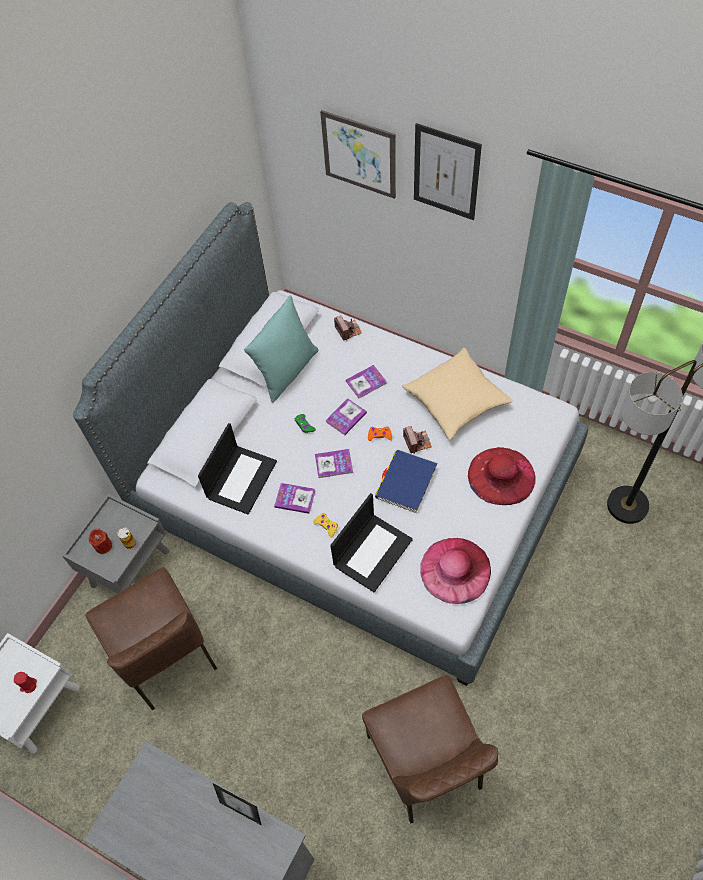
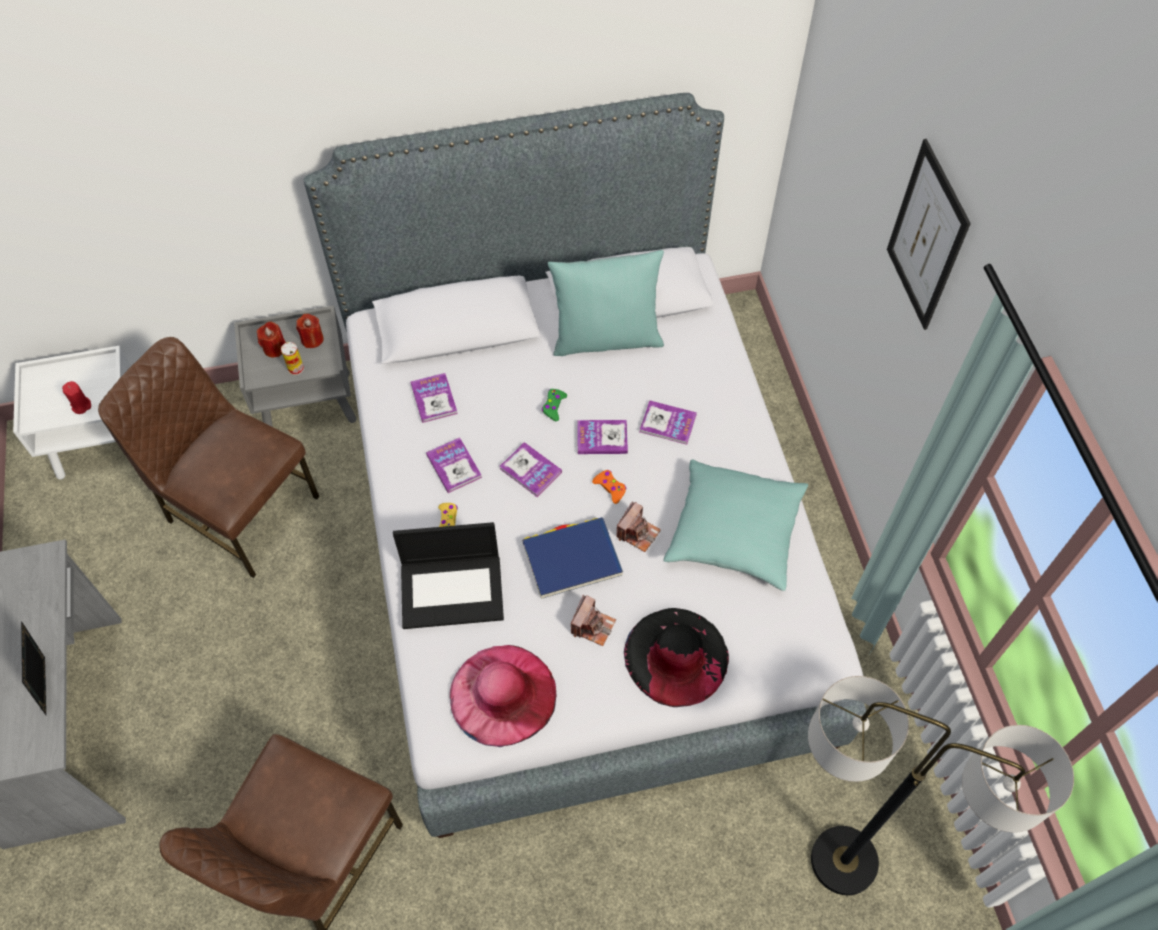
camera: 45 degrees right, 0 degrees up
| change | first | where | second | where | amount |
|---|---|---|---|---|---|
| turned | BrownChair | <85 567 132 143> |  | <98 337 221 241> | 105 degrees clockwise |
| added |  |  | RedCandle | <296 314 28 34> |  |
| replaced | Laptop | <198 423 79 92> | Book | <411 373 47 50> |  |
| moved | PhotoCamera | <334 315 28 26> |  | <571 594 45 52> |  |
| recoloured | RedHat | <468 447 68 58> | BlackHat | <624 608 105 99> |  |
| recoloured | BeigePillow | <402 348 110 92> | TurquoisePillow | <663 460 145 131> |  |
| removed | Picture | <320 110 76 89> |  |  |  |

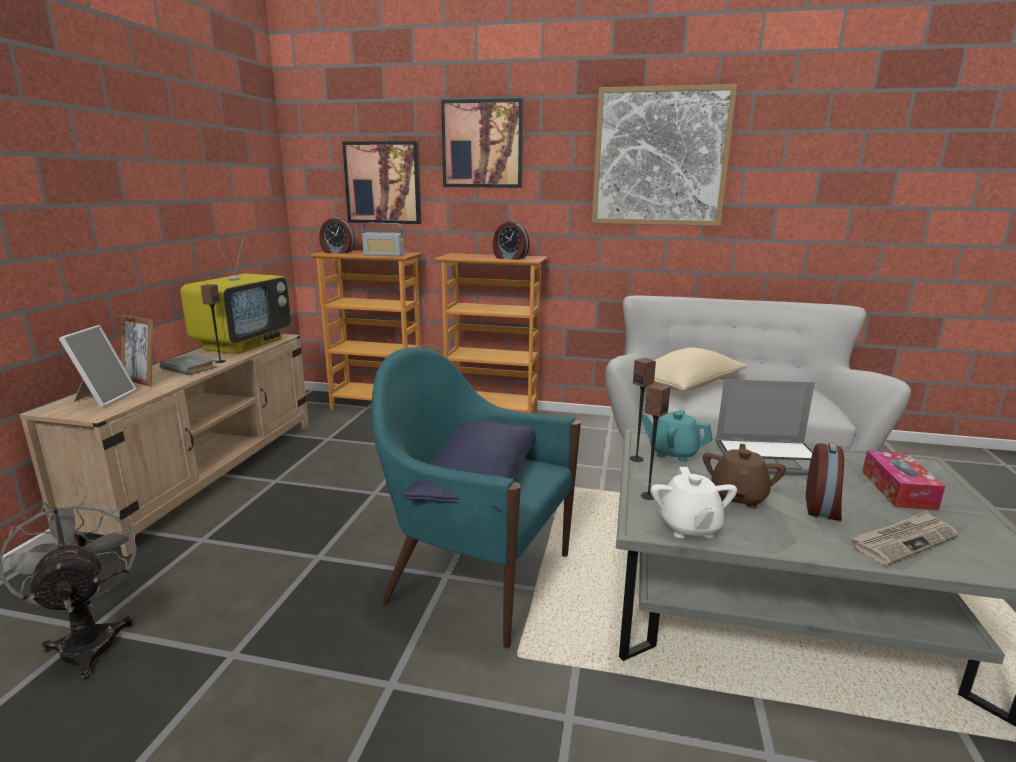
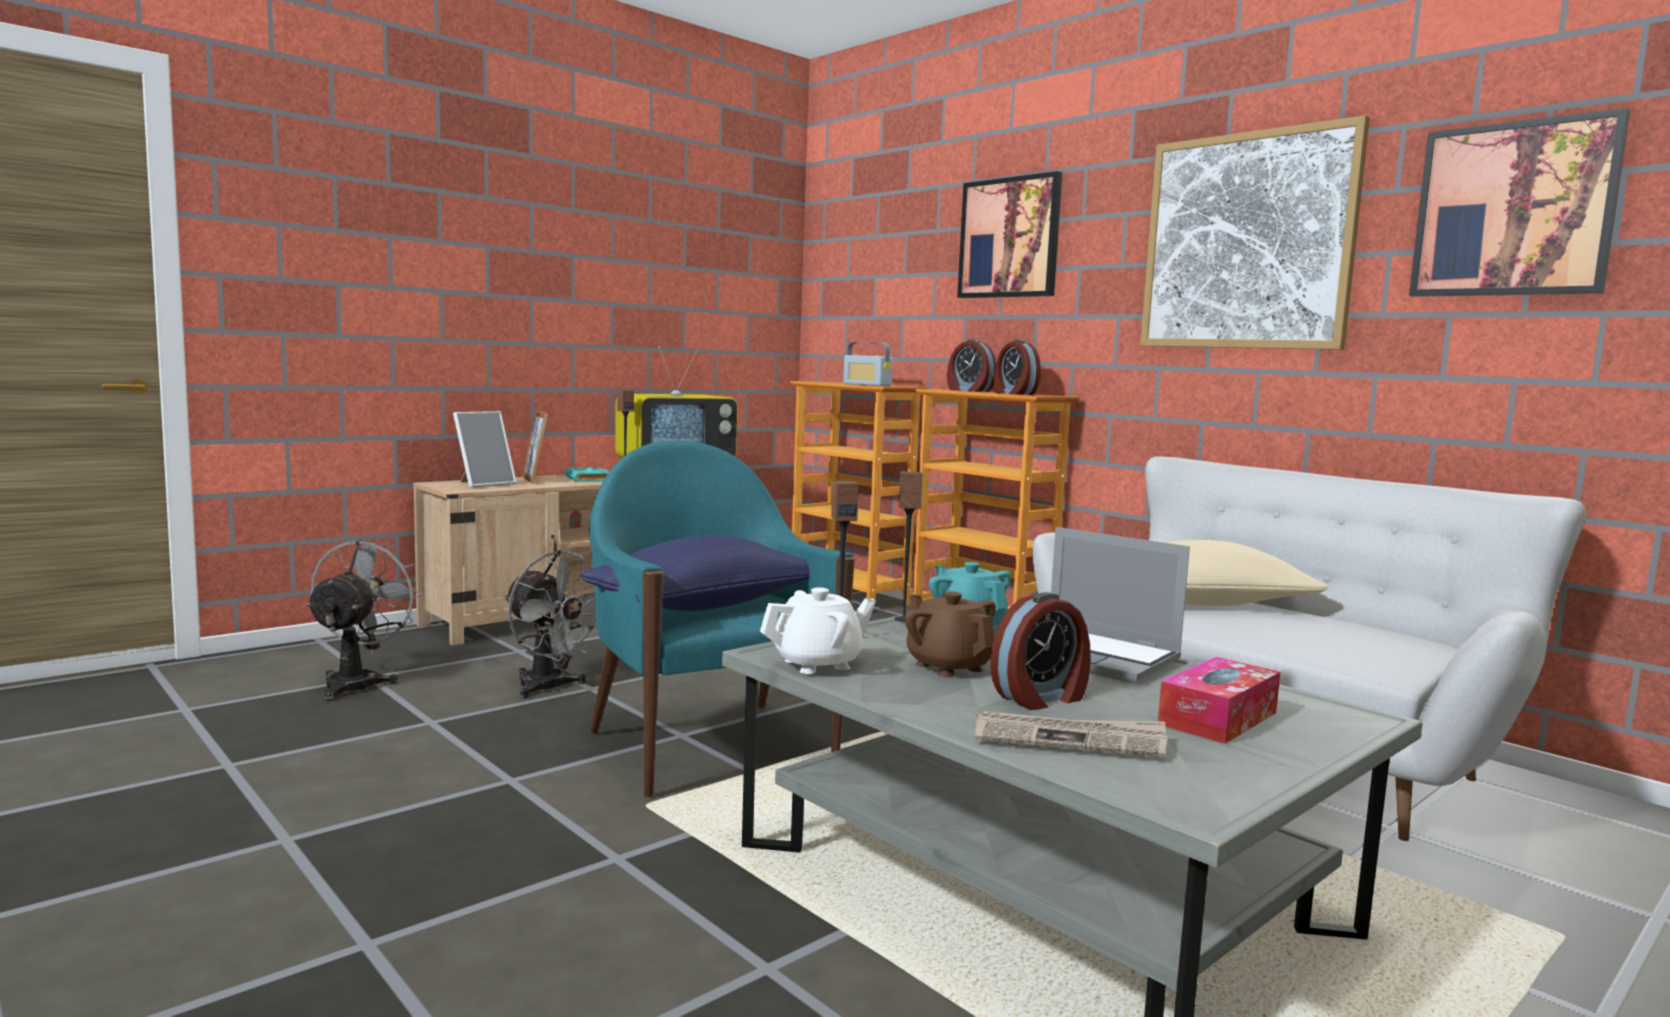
camera: 35 degrees right, 10 degrees down
| change | first | where | second | where | amount |
|---|---|---|---|---|---|
| added |  |  | GreyFan | <504 550 93 149> |  |
| recoloured | GreyBook | <159 355 58 20> | TurquoiseBook | <565 467 44 15> |  |
| turned | WhiteTeapot | <651 467 86 71> |  | <760 587 116 87> | 150 degrees counterclockwise |
| turned | BrownTeapot | <703 444 83 65> |  | <905 591 91 86> | 90 degrees counterclockwise |
| moved | AlarmClock | <319 217 36 36> |  | <947 339 49 53> |  |
| moved | Picture | <342 141 79 83> |  | <1409 108 221 189> |  |

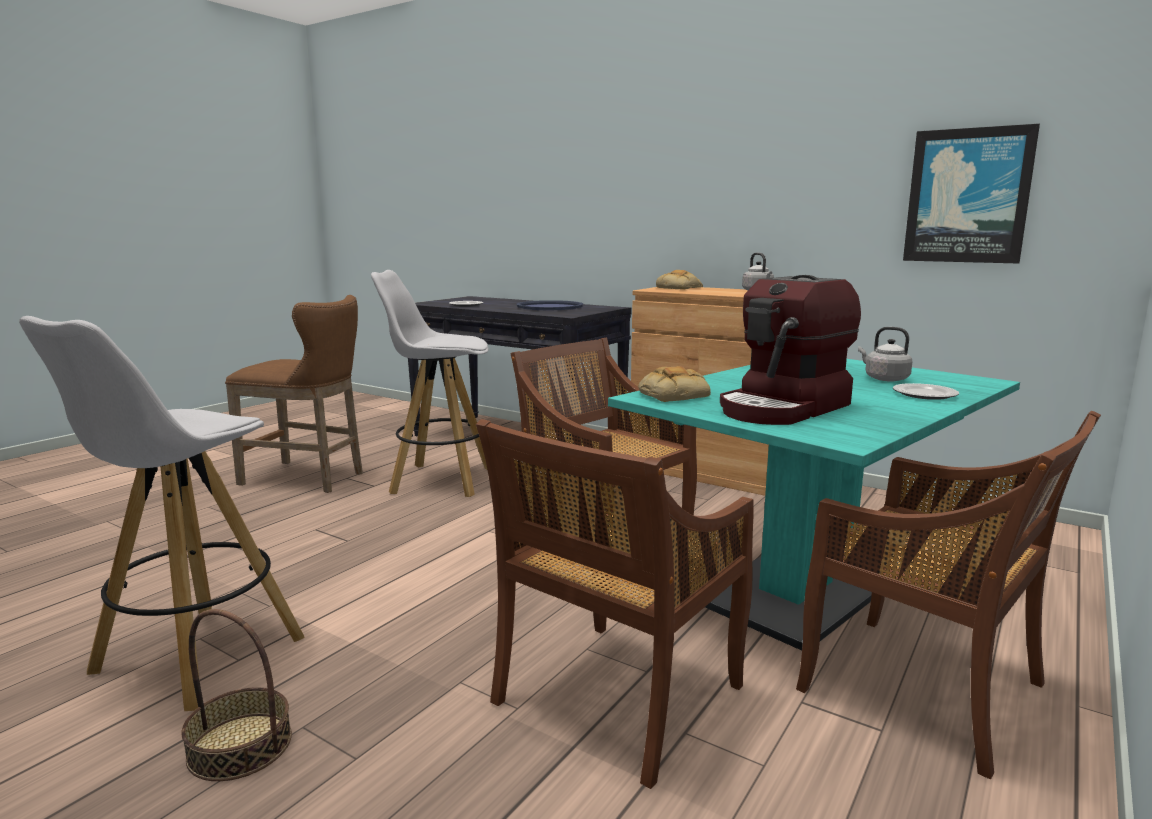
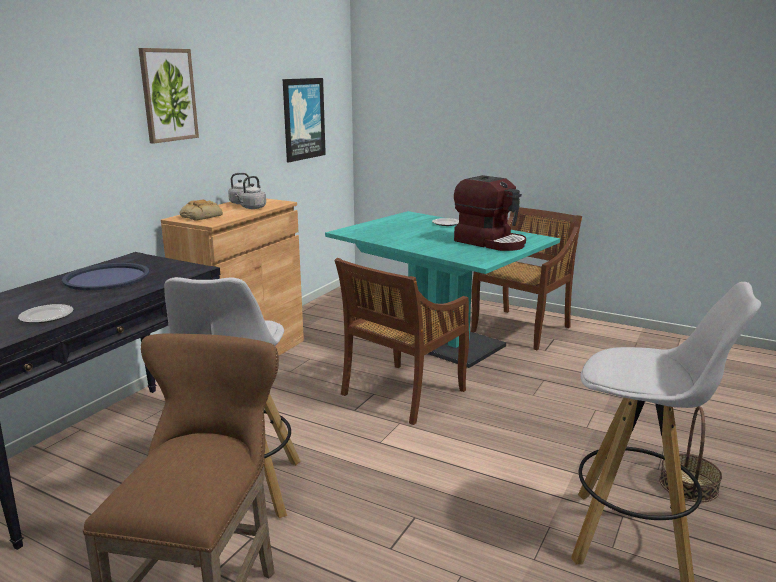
camera: 95 degrees left, 5 degrees up
| change | first | where | second | where | amount |
|---|---|---|---|---|---|
| added |  |  | Picture | <139 48 60 96> |  |
| moved | GreyKettle | <858 327 55 55> |  | <234 176 32 33> |  |
| removed | BrownChair | <476 419 278 370> |  |  |  |
| removed | Bread | <638 366 73 36> |  |  |  |

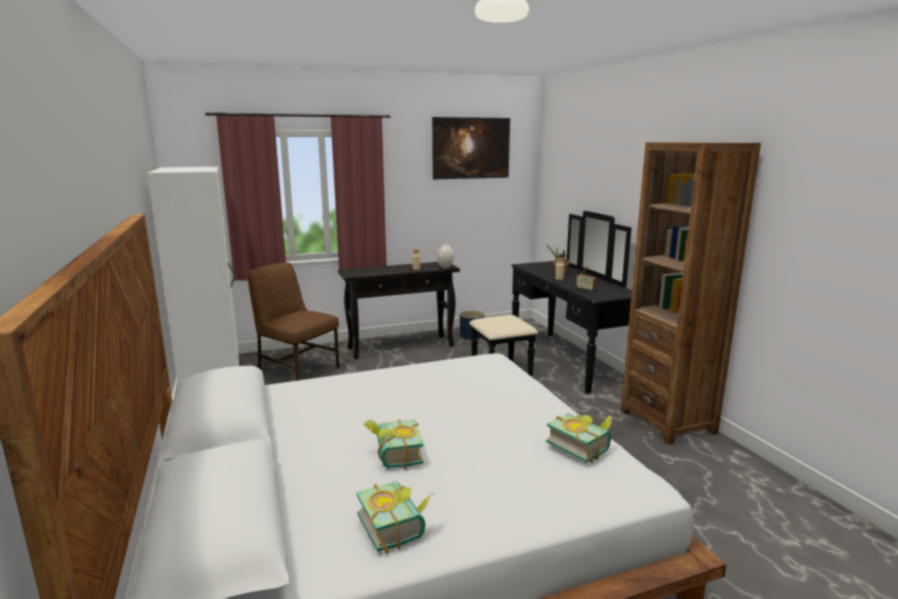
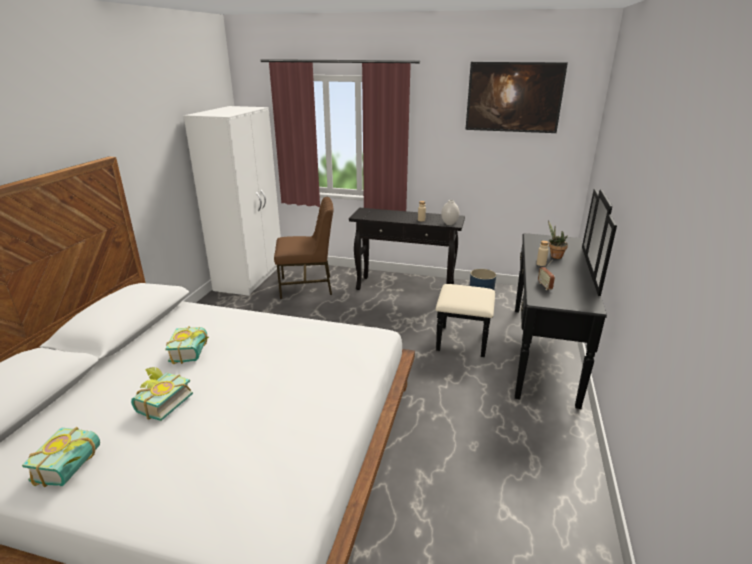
camera: 35 degrees right, 10 degrees up
| change | first | where | second | where | amount |
|---|---|---|---|---|---|
| moved | Book | <546 413 66 50> |  | <165 326 44 38> |  |
| turned | BrownChair | <248 262 92 119> |  | <274 197 60 102> | 105 degrees clockwise |
| removed | BrownBookcase | <621 142 140 303> |  |  |  |

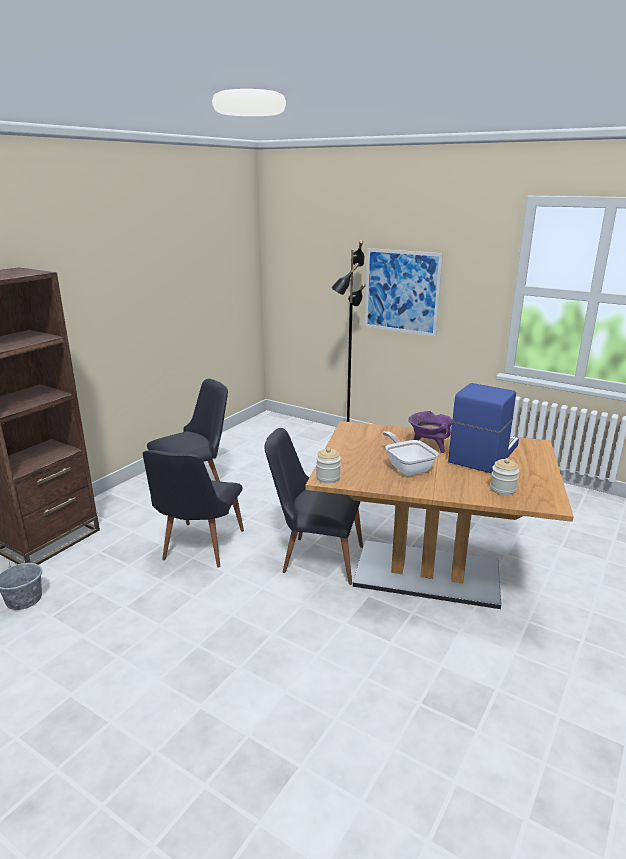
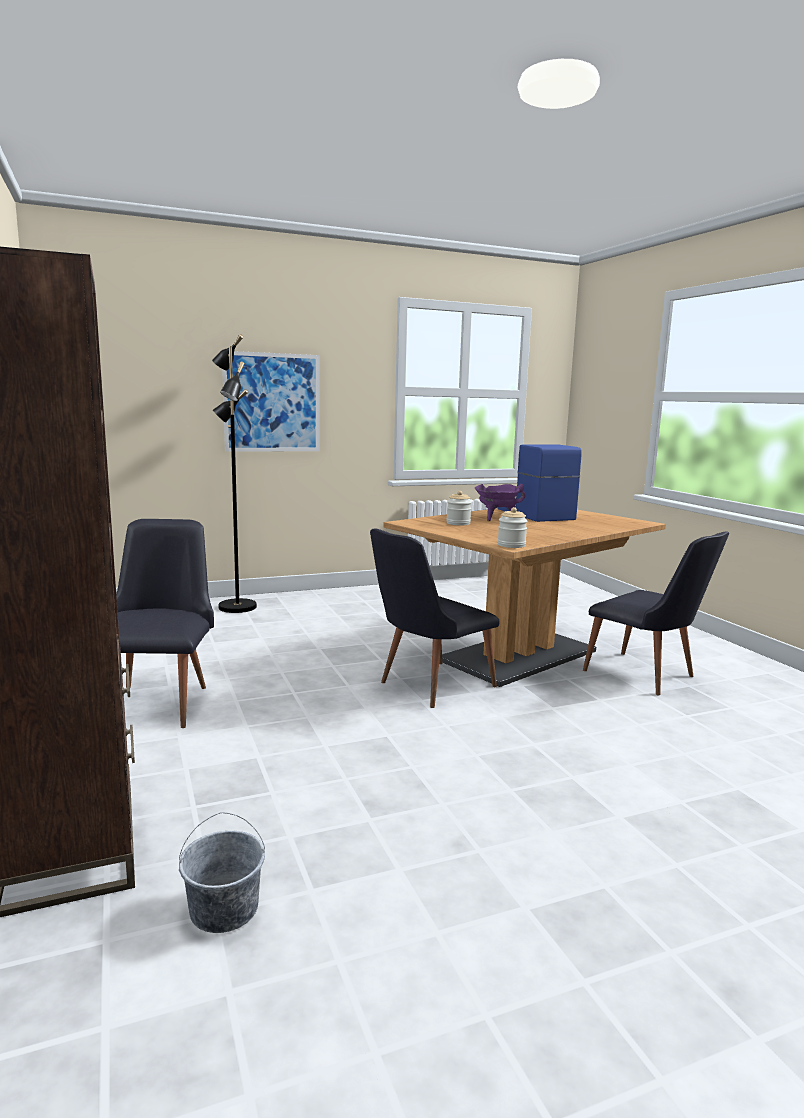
camera: 55 degrees left, 10 degrees down
| change | first | where | second | where | amount |
|---|---|---|---|---|---|
| moved | Jar | <490 458 29 37> |  | <446 491 26 34> |  |
| moved | BlackChair | <143 450 101 117> |  | <583 531 146 164> |  |
| removed | FryingPan | <383 431 56 45> |  |  |  |

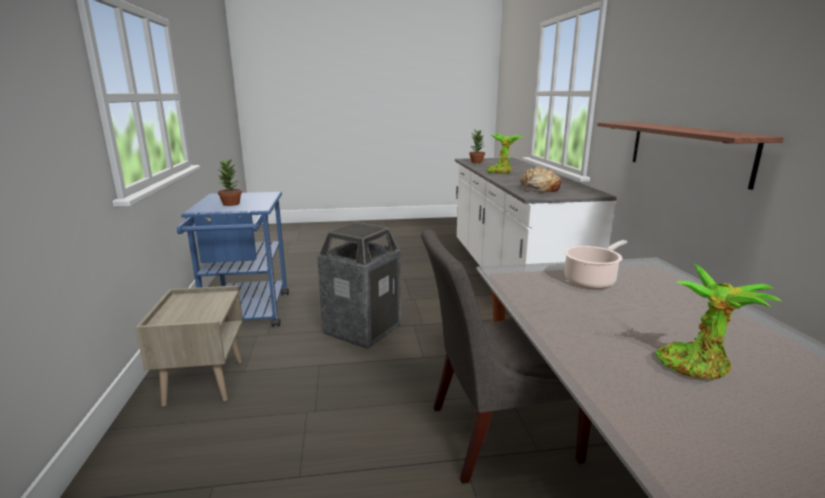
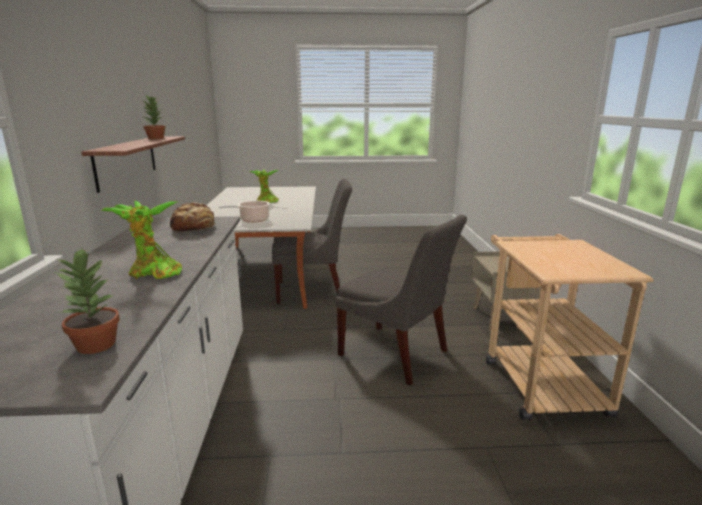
camera: 175 degrees left, 0 degrees up
| change | first | where | second | where | amount |
|---|---|---|---|---|---|
| moved | PottedPlant | <218 158 24 48> |  | <143 95 23 44> |  |
| replaced | TrashCan | <317 222 84 127> | GreyChair | <336 215 131 170> |  |
| recoloured | BlueCart | <177 192 112 135> | BeigeCart | <486 234 168 186> |  |

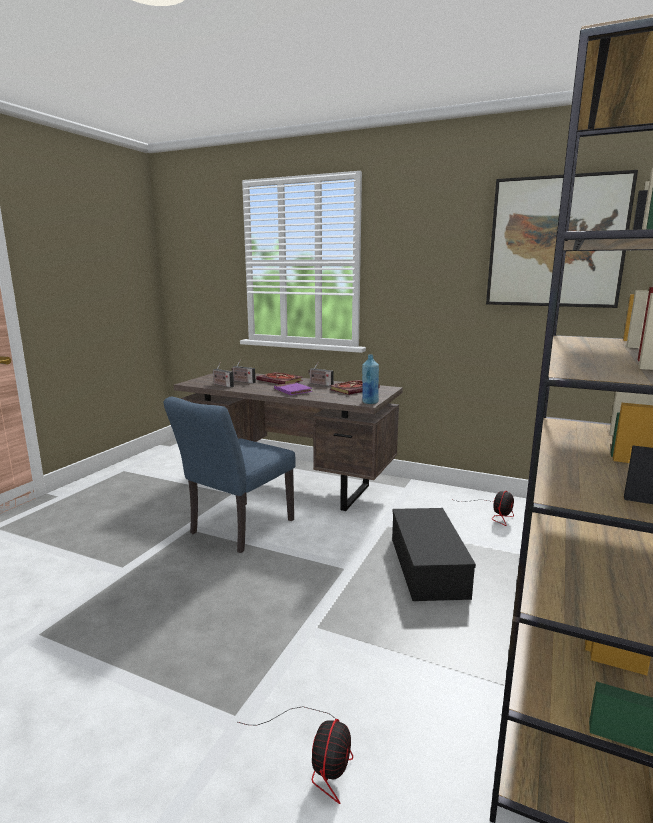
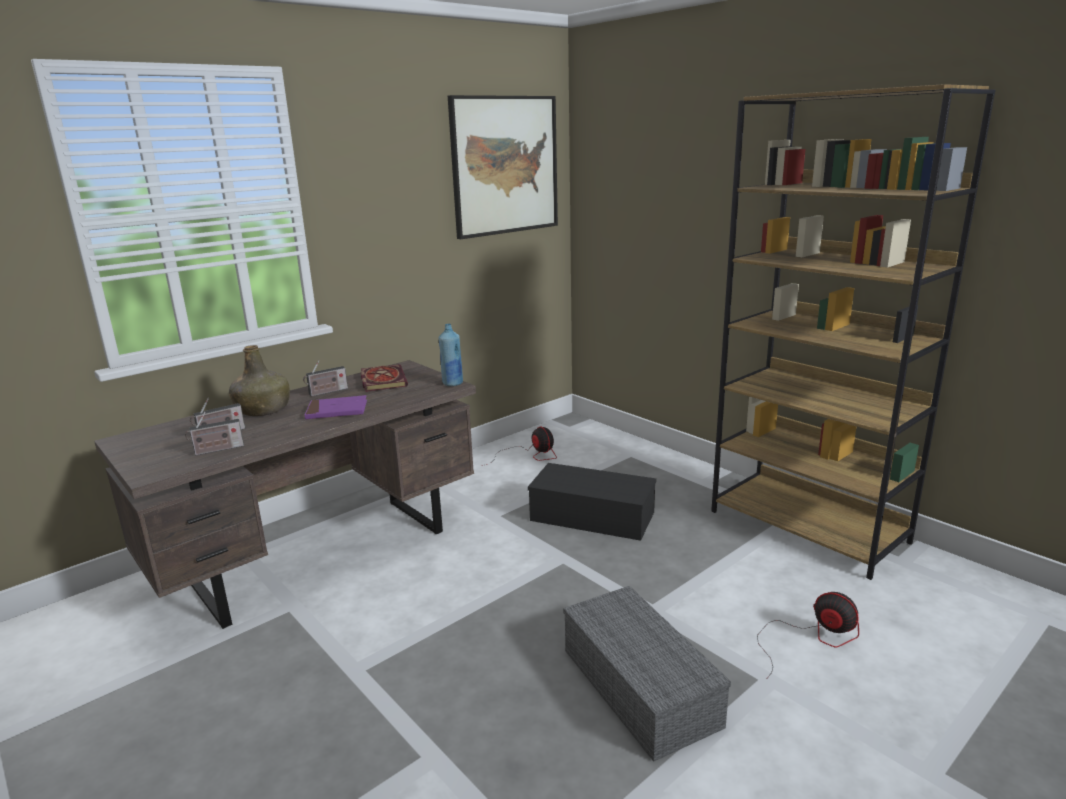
camera: 65 degrees left, 5 degrees up
| change | first | where | second | where | amount |
|---|---|---|---|---|---|
| replaced | Book | <256 372 47 12> | GreenBottle | <229 345 61 71> |  |
| added |  |  | GreyStorageBox | <563 586 168 176> |  |
| removed | BlueChair | <164 397 132 156> |  |  |  |

